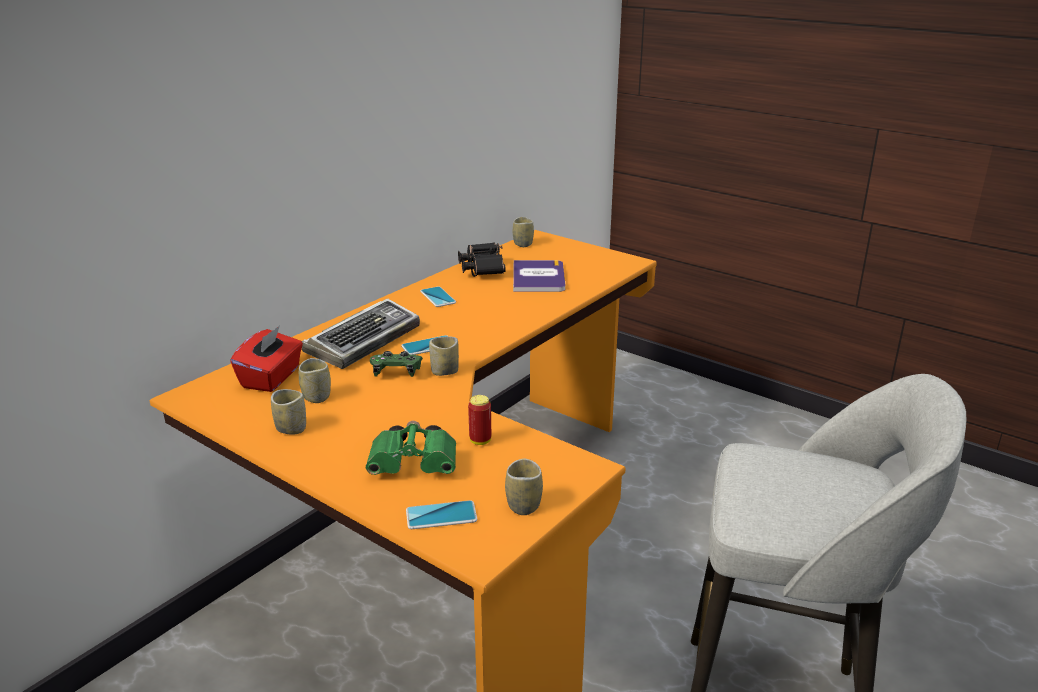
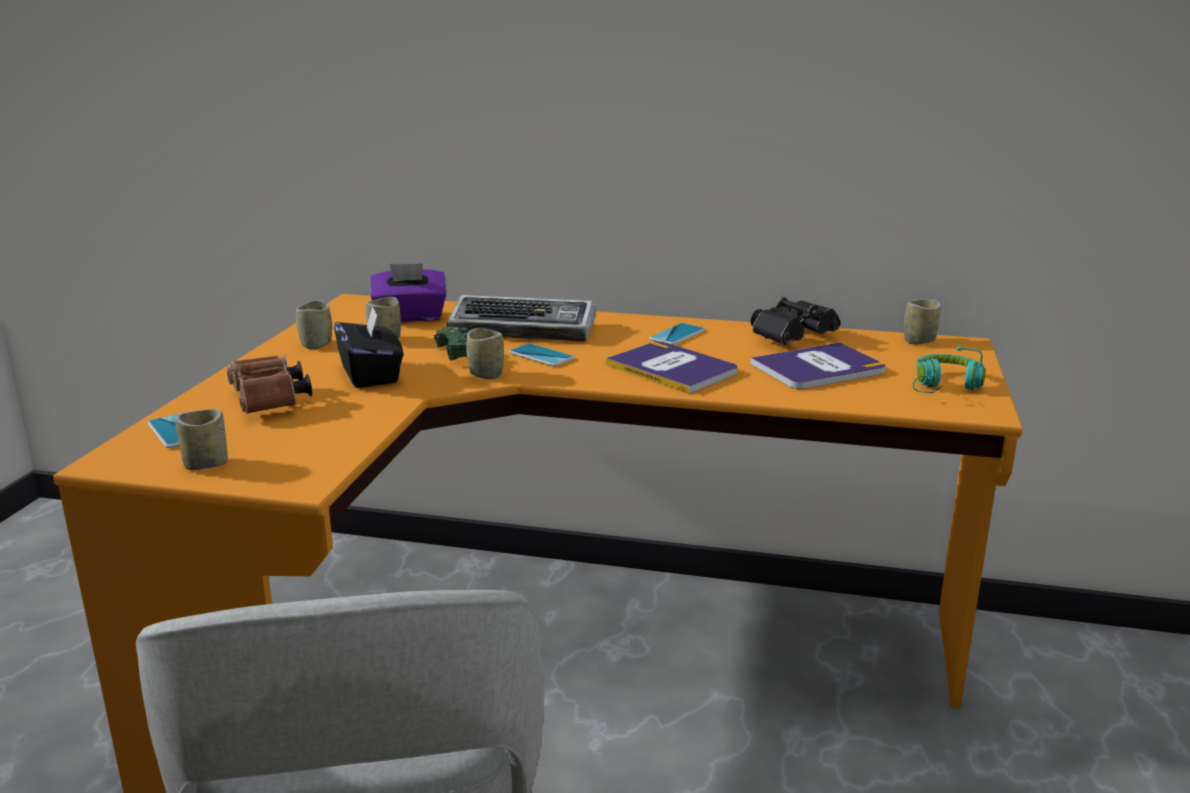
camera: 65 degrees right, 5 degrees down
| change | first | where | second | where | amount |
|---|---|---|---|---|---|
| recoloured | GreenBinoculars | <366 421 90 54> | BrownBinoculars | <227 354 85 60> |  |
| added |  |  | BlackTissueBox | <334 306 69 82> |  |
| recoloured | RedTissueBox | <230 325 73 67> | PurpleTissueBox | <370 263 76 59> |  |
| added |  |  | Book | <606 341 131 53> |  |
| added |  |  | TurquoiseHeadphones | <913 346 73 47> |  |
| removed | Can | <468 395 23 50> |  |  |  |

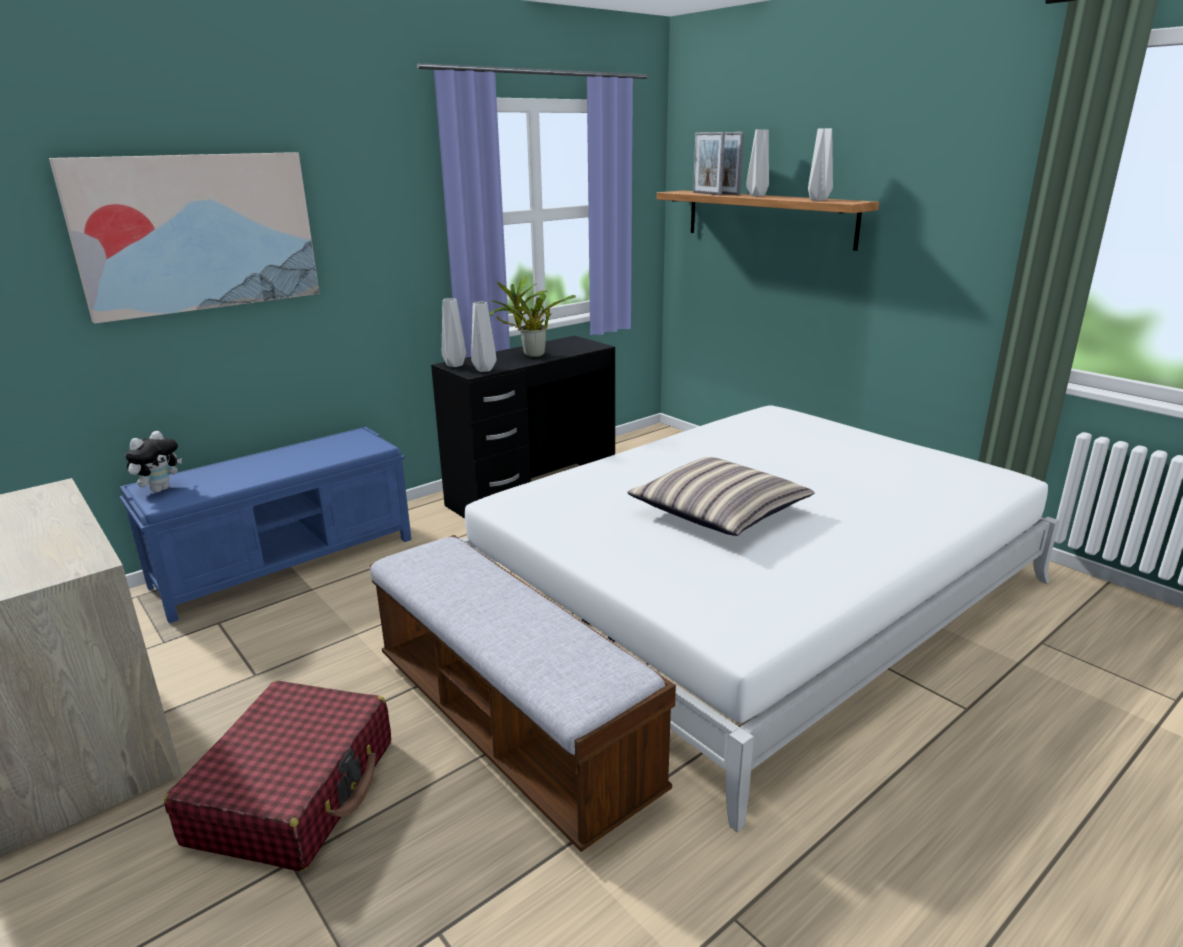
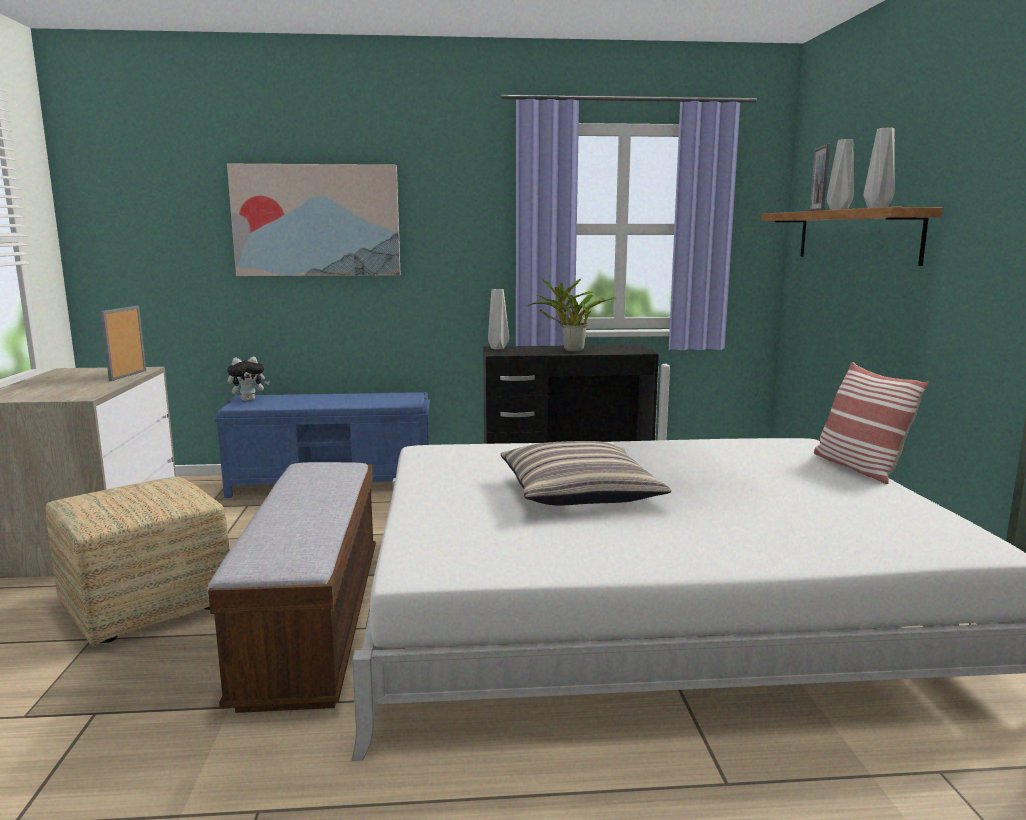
camera: 35 degrees right, 10 degrees down
| change | first | where | second | where | amount |
|---|---|---|---|---|---|
| replaced | RedSuitcase | <164 681 227 191> | Ottoman | <46 477 184 169> |  |
| moved | PictureFrame | <693 132 32 63> |  | <100 306 46 75> |  |
| added |  |  | Pillow | <814 362 115 122> |  |
| removed | GreyVase | <471 301 25 71> |  |  |  |

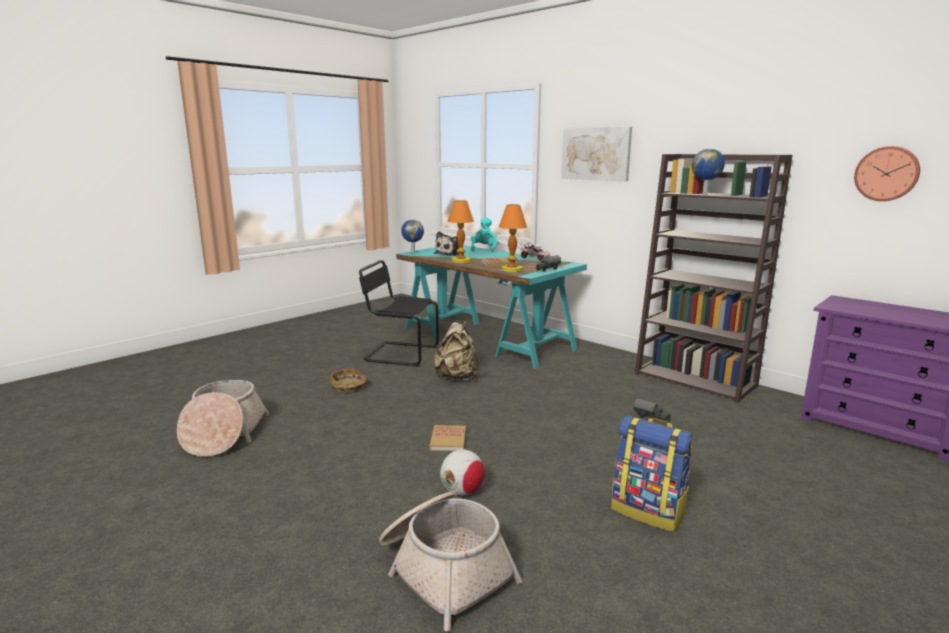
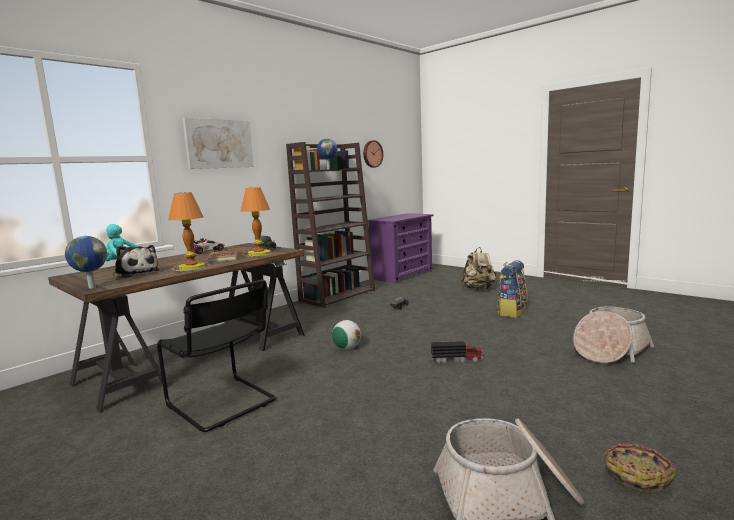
camera: 90 degrees left, 5 degrees down
| change | first | where | second | where | amount |
|---|---|---|---|---|---|
| recoloured | TurquoiseDesk | <396 245 191 124> | BrownDesk | <48 243 257 170> |  |
| turned | BlackChair | <359 260 80 107> |  | <157 280 119 152> | 60 degrees counterclockwise |
| moved | Football | <440 449 45 47> |  | <332 320 29 30> |  |
| replaced | Book | <429 425 37 26> | ToyTruck | <431 340 52 23> |  |
| moved | BeigeBackpack | <433 321 46 59> |  | <460 247 36 43> |  |
| moved | Basket | <330 368 41 26> |  | <604 444 72 49> |  |

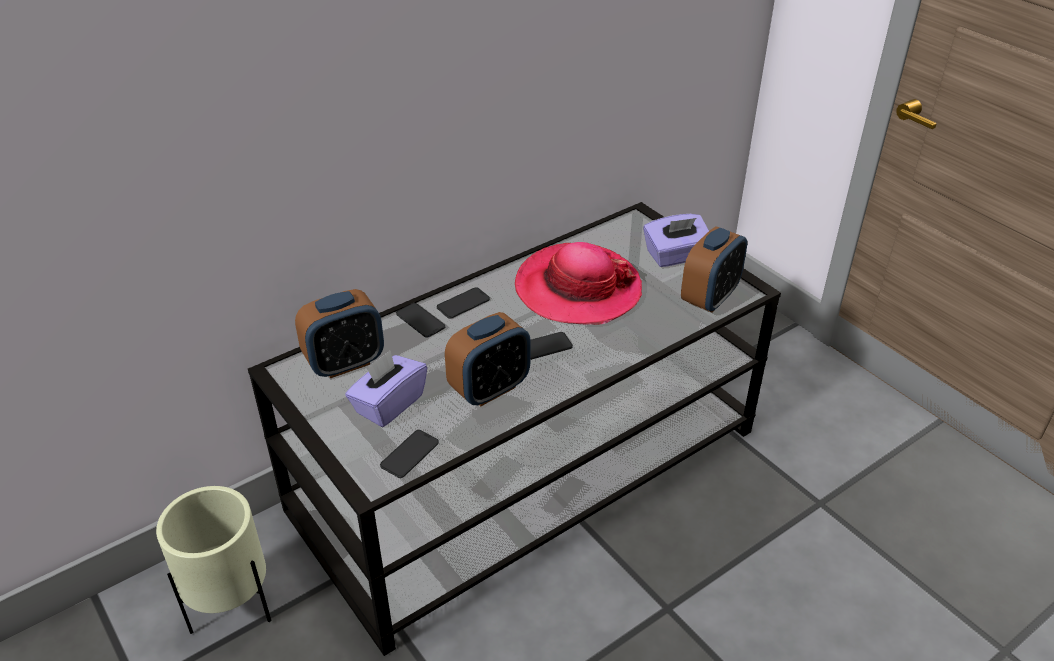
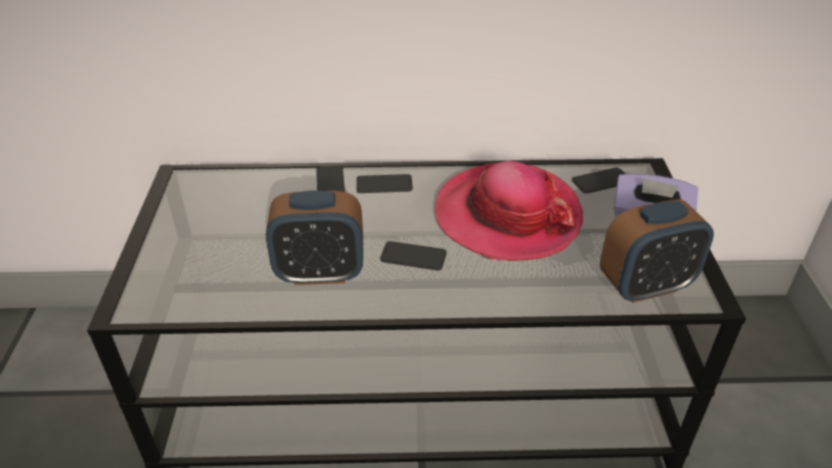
camera: 35 degrees right, 0 degrees up
| change | first | where | second | where | amount |
|---|---|---|---|---|---|
| moved | Phone | <380 430 59 48> |  | <572 168 53 26> |  |
| removed | BeigePlanter | <156 486 115 148> |  |  |  |
| removed | AlarmClock | <295 289 89 89> |  |  |  |
| removed | PurpleTissueBox | <345 350 82 77> |  |  |  |

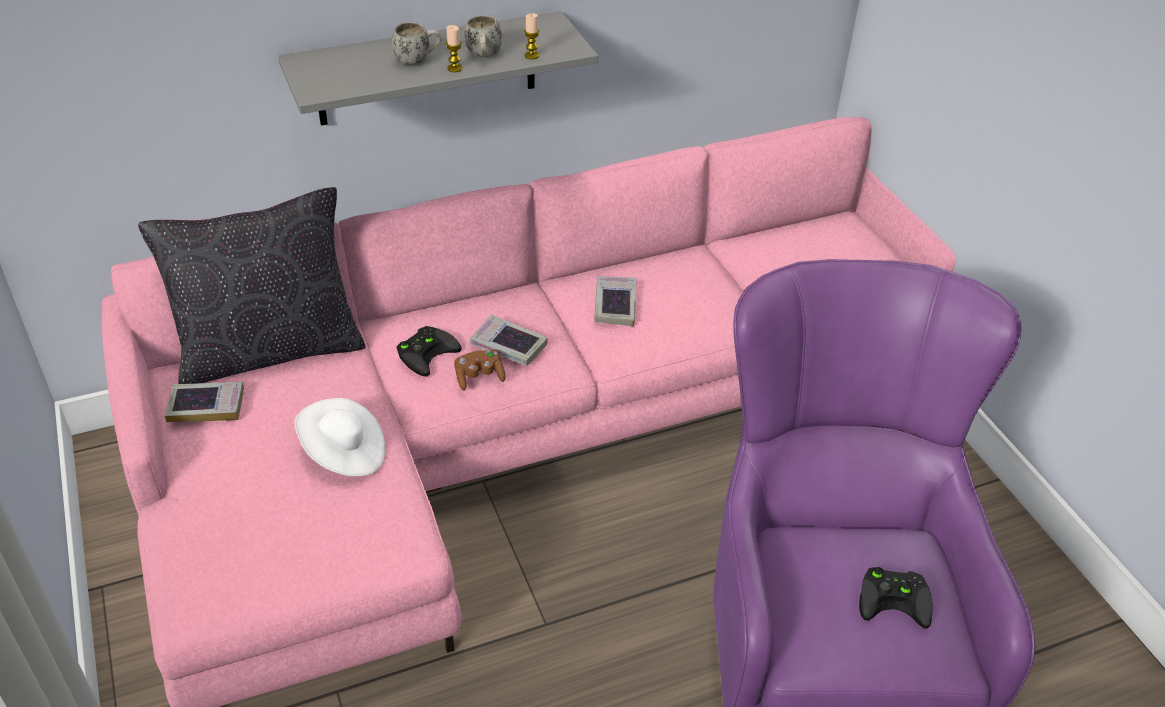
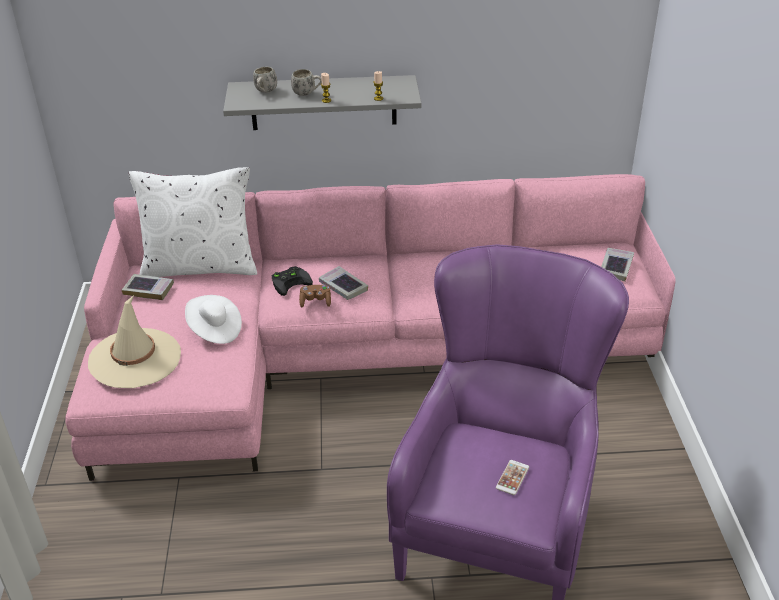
camera: 20 degrees right, 5 degrees down
| change | first | where | second | where | amount |
|---|---|---|---|---|---|
| added |  |  | BeigeHat | <88 295 93 93> |  |
| recoloured | BlackPillow | <138 187 228 197> | WhitePillow | <129 167 128 110> |  |
| moved | WhiteMug | <465 15 37 42> |  | <253 67 24 26> |  |
| replaced | BlackGameController | <859 567 74 61> | Phone | <496 460 33 35> |  |
| moved | Book | <594 276 42 50> |  | <601 248 33 34> |  |

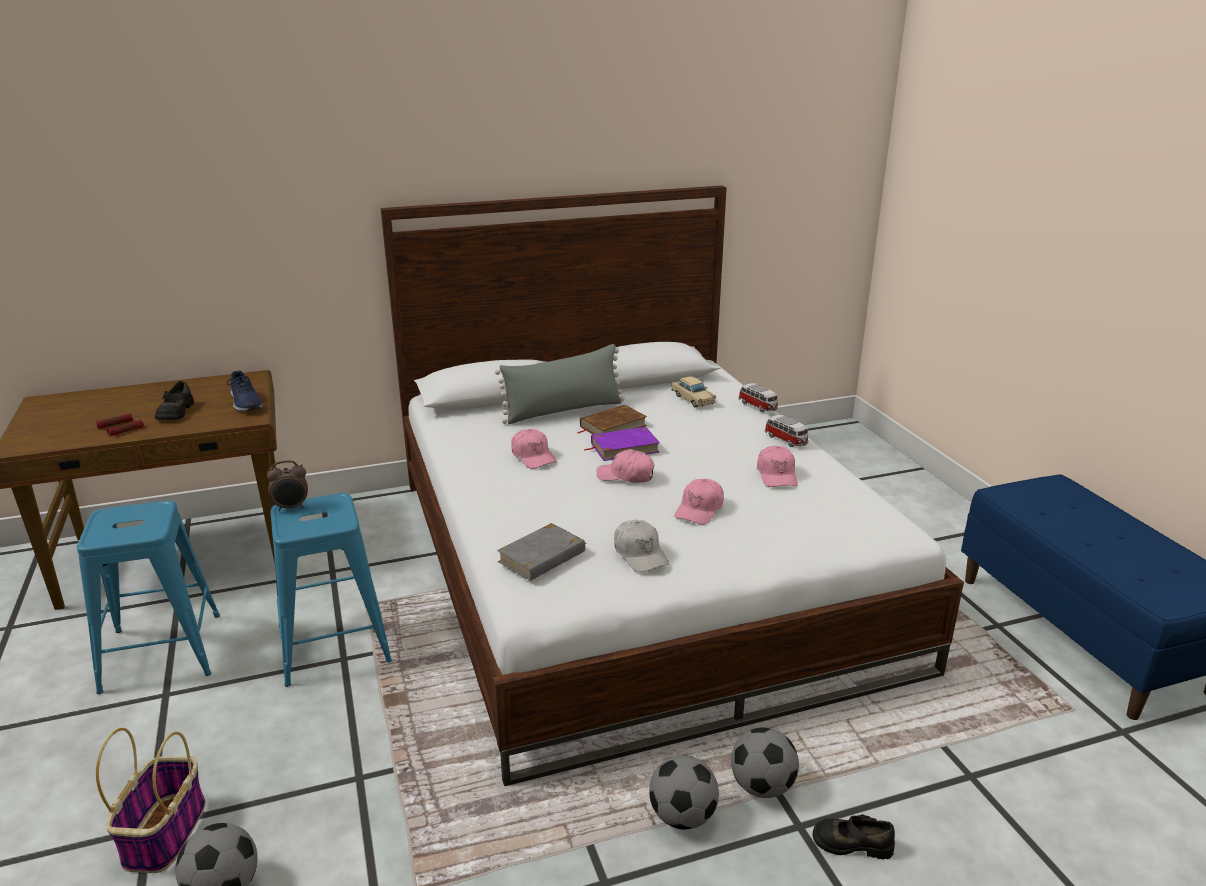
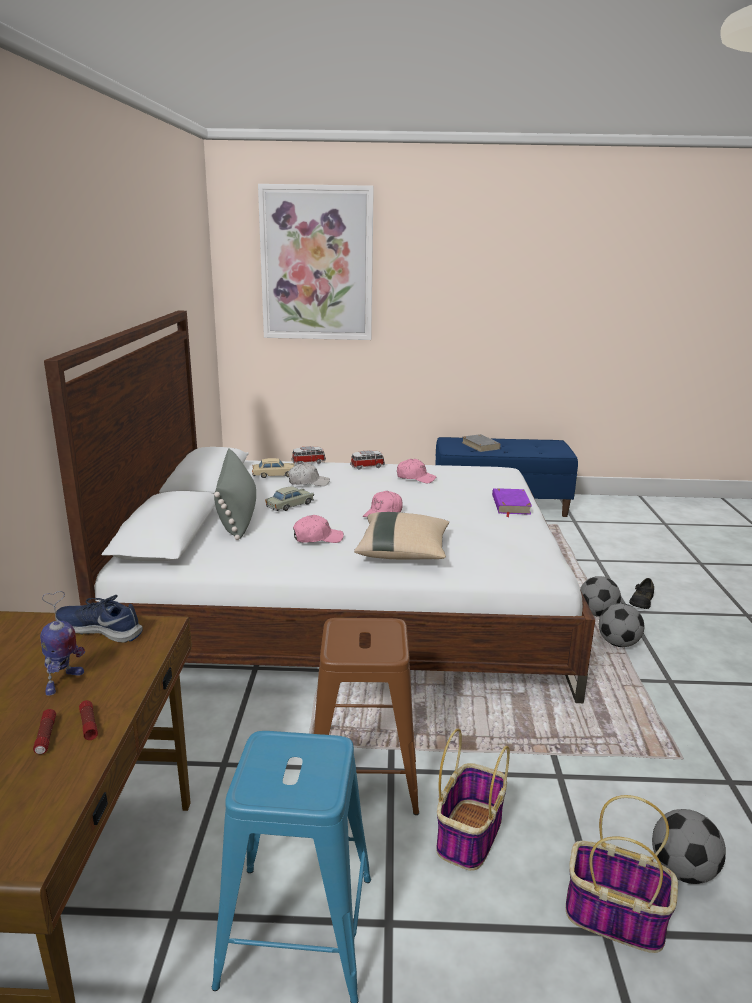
camera: 70 degrees left, 5 degrees down
| change | first | where | second | where | amount |
|---|---|---|---|---|---|
| replaced | BlackShoe | <155 381 39 39> | ToyRobot | <40 591 45 105> |  |
| turned | BlueShoe | <227 370 36 42> |  | <56 595 87 48> | 150 degrees counterclockwise |
| added |  |  | Picture | <258 184 116 156> |  |
| replaced | BrownBook | <577 405 70 29> | BeigeToyCar | <265 486 49 25> |  |
| moved | WhiteCap | <614 520 55 52> |  | <288 463 42 23> |  |
| recoloured | BlueStool | <270 493 122 194> | BrownStool | <314 618 105 197> |  |
| added |  |  | BeigePillow | <354 512 95 48> |  |
| added |  |  | Basket | <436 729 74 142> |  |
| moved | GreyBook | <497 523 89 58> |  | <461 434 40 18> |  |
| moved | PurpleBook | <584 427 76 34> |  | <492 488 40 29> |  |
| removed | AlarmClock | <267 460 41 51> |  |  |  |
| removed | PinkCap | <675 479 49 46> |  |  |  |

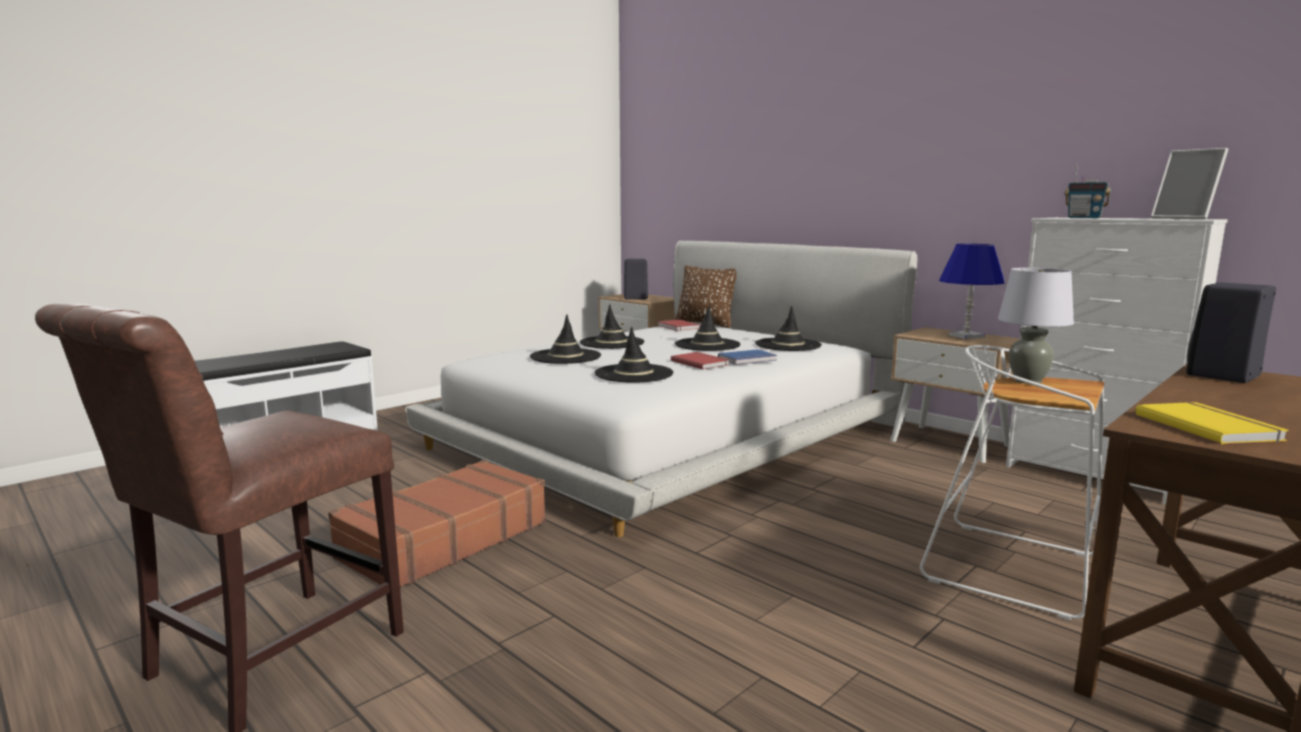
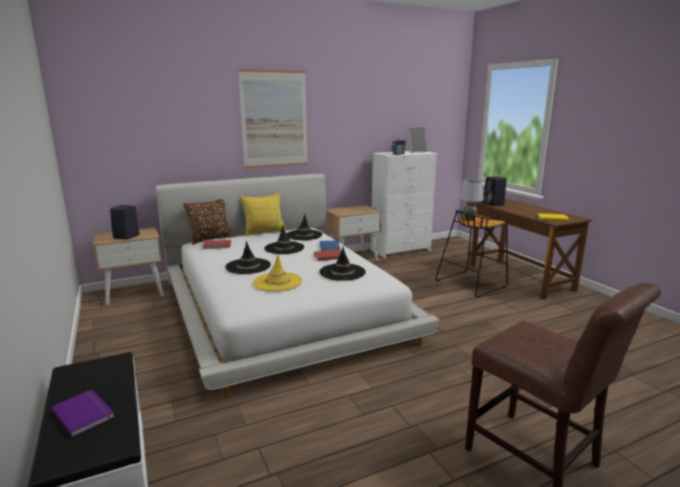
camera: 70 degrees left, 5 degrees up
| change | first | where | second | where | amount |
|---|---|---|---|---|---|
| added |  |  | PurpleBook | <51 390 63 47> |  |
| added |  |  | Picture | <238 69 70 99> |  |
| added |  |  | YellowPillow | <241 194 45 42> |  |
| recoloured | BlackHat | <530 314 71 50> | YellowHat | <253 254 49 37> |  |
| recoloured | WhiteStool | <920 345 184 276> | BlackStool | <435 210 73 88> |  |
| removed | BrownSuitcase | <328 460 218 127> |  |  |  |
| removed | BlueTableLamp | <939 244 66 95> |  |  |  |

